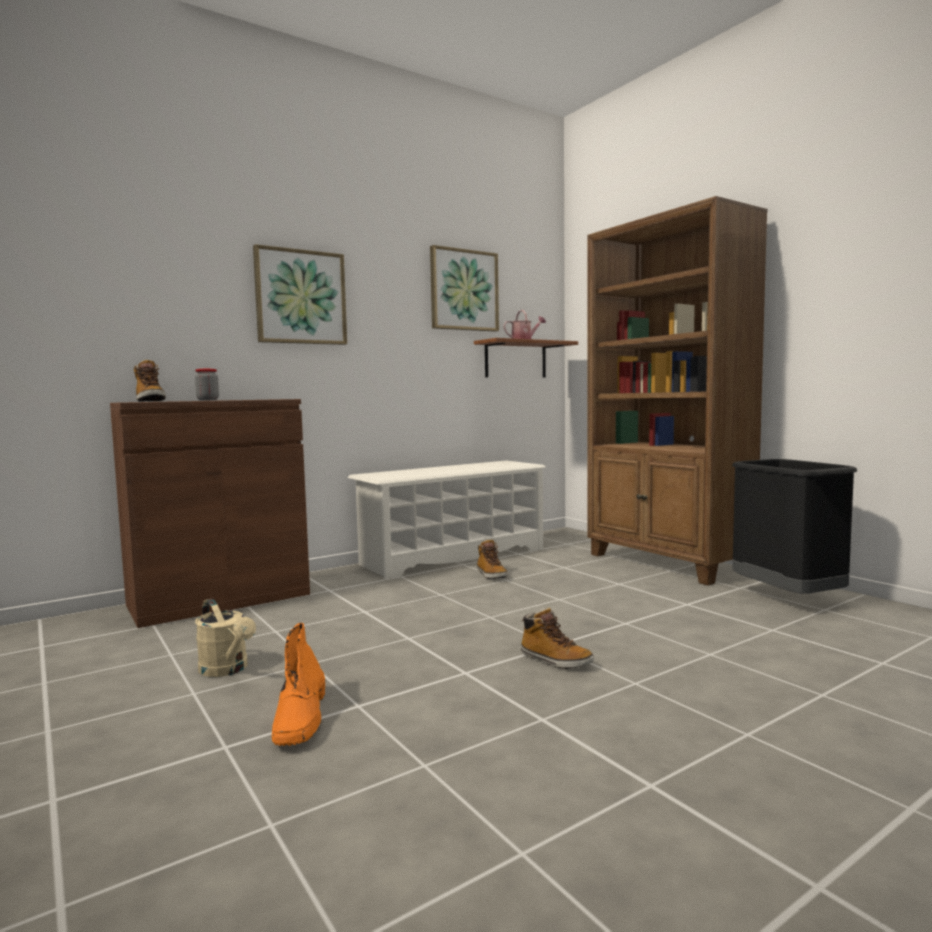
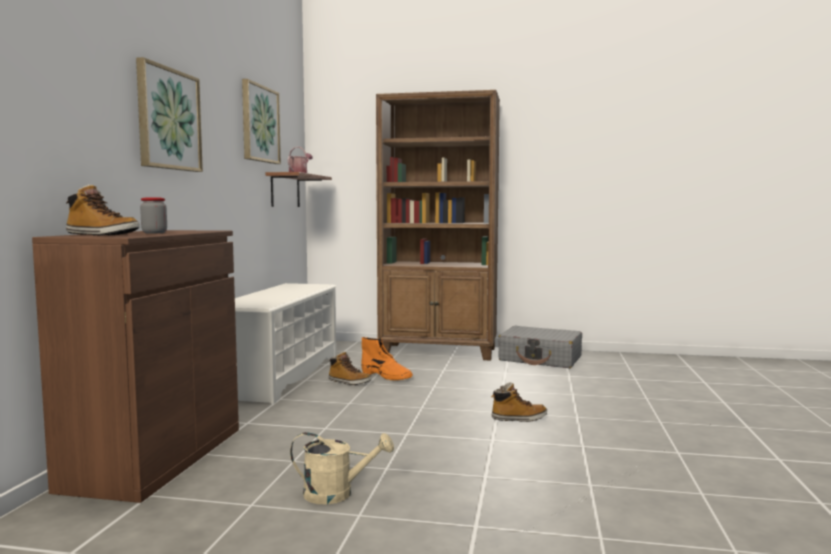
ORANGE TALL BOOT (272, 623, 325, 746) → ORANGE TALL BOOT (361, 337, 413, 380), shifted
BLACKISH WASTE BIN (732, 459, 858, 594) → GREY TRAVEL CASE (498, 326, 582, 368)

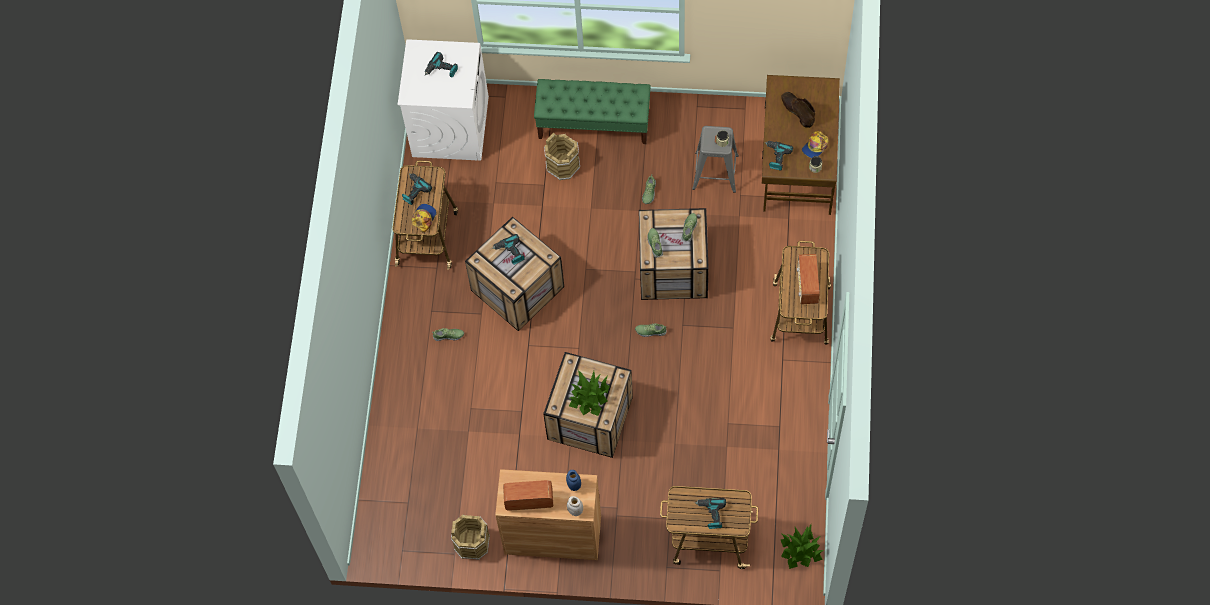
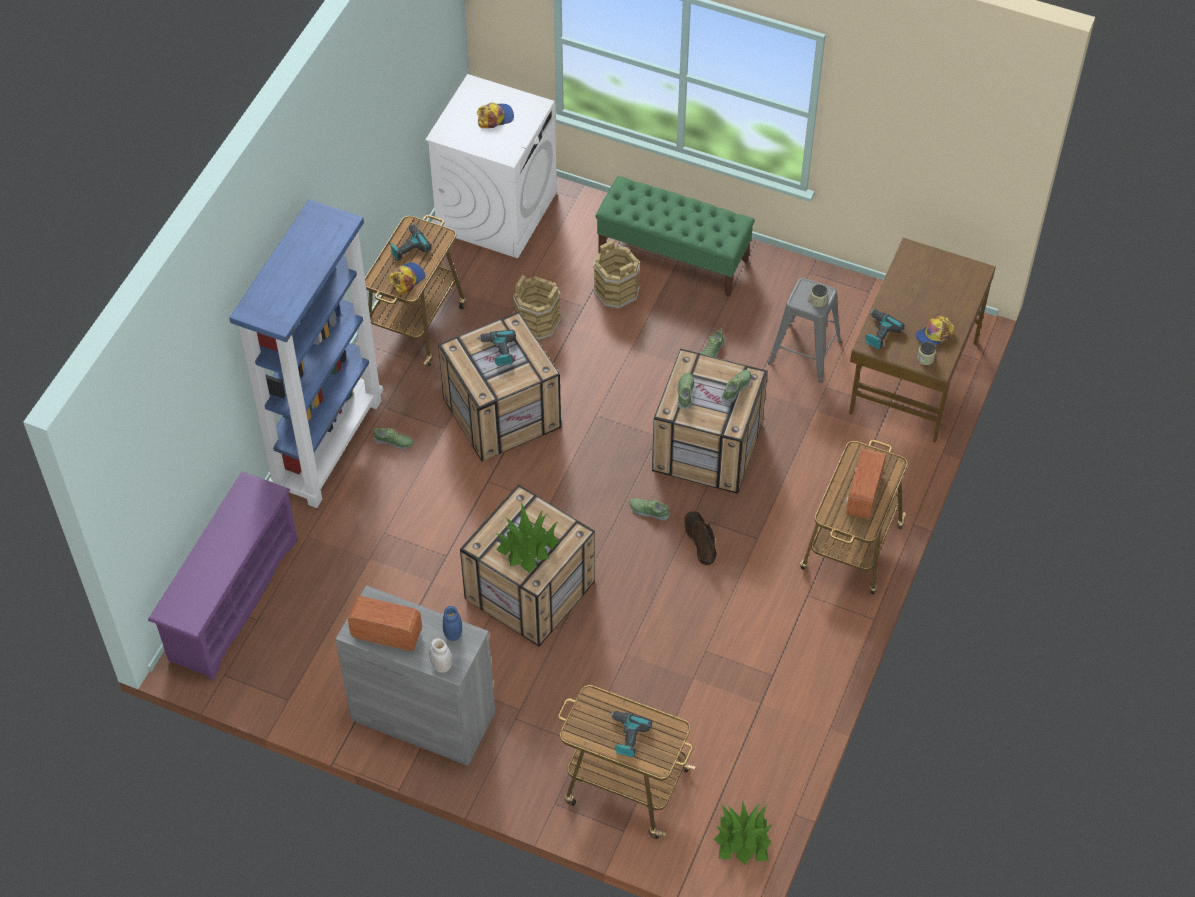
- → PURPLE SHOE SHELF (148, 472, 298, 681)
- → BLUE-COLOURED SHELVING UNIT (229, 200, 383, 508)
BROWN-COLOURED BUCKET (451, 515, 490, 560) → BROWN-COLOURED BUCKET (513, 275, 561, 340), shifted
BROWN-COLOURED TALL BOOT (781, 92, 815, 128) → BROWN-COLOURED TALL BOOT (685, 511, 717, 565), shifted
POWER DRILL (425, 52, 458, 78) → PEAKED CAP (477, 102, 514, 128)
BROWN-COLOURED STORAGE CABINET (495, 469, 601, 560) → GREY STORAGE CABINET (336, 585, 495, 766)

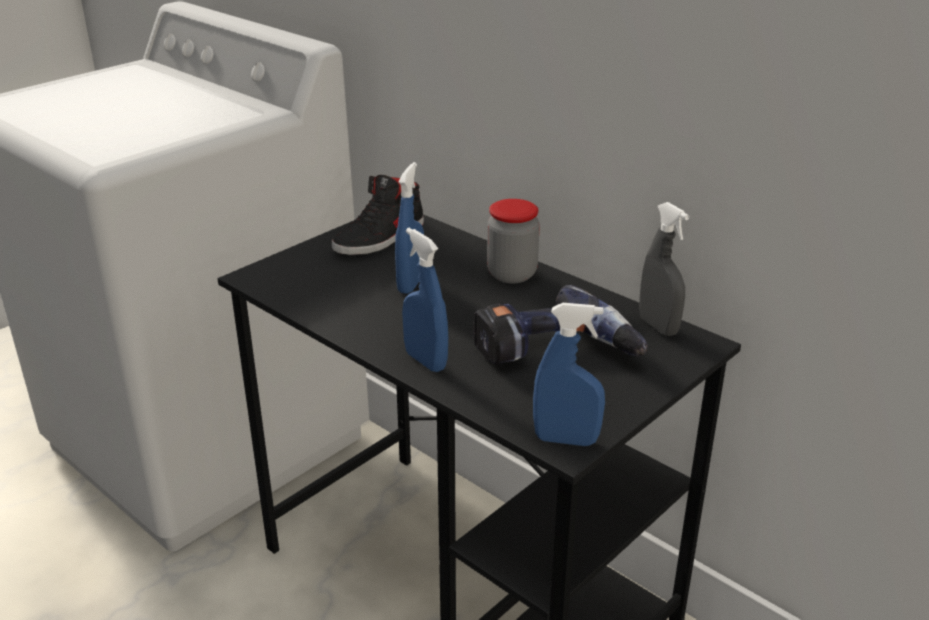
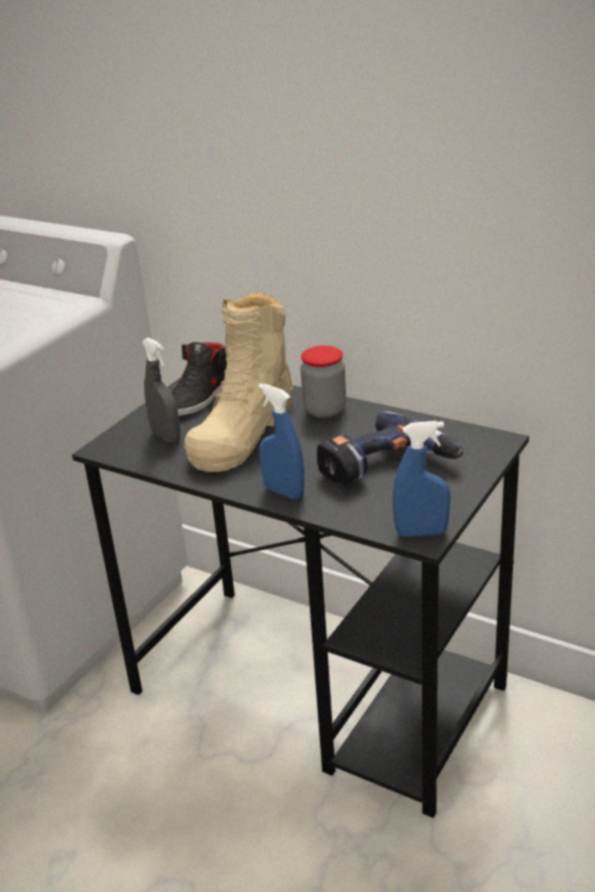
GREY SPRAY BOTTLE (639, 202, 689, 336) → GREY SPRAY BOTTLE (142, 338, 180, 443), shifted
BLUE-COLOURED SPRAY BOTTLE (395, 162, 424, 294) → SAND-COLOURED TALL BOOT (184, 292, 293, 472)

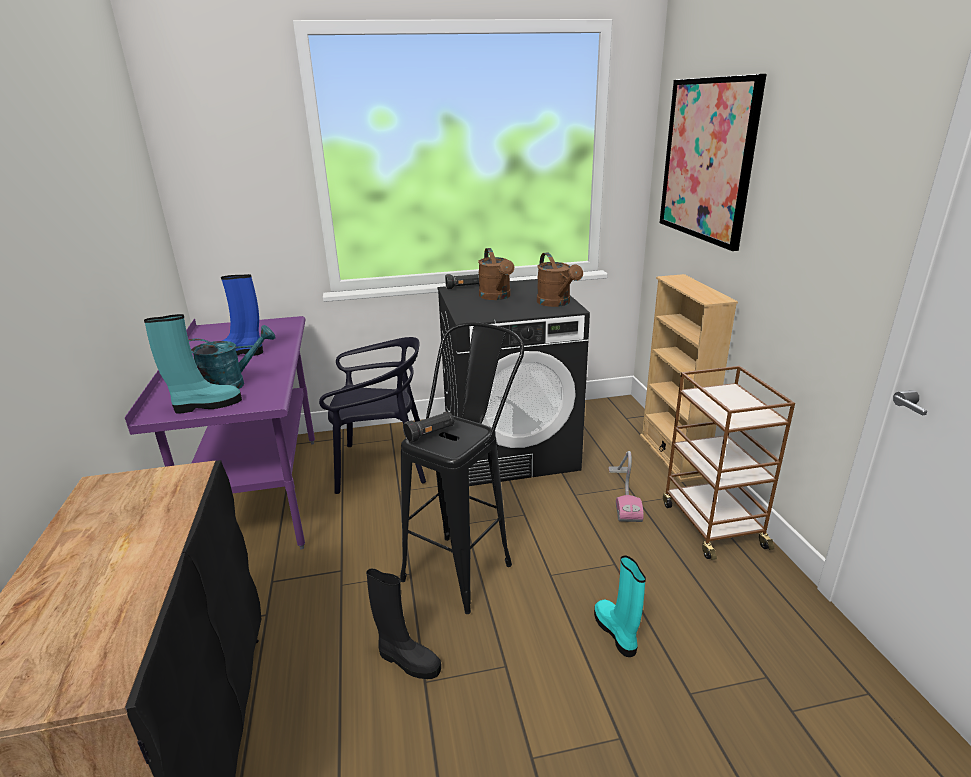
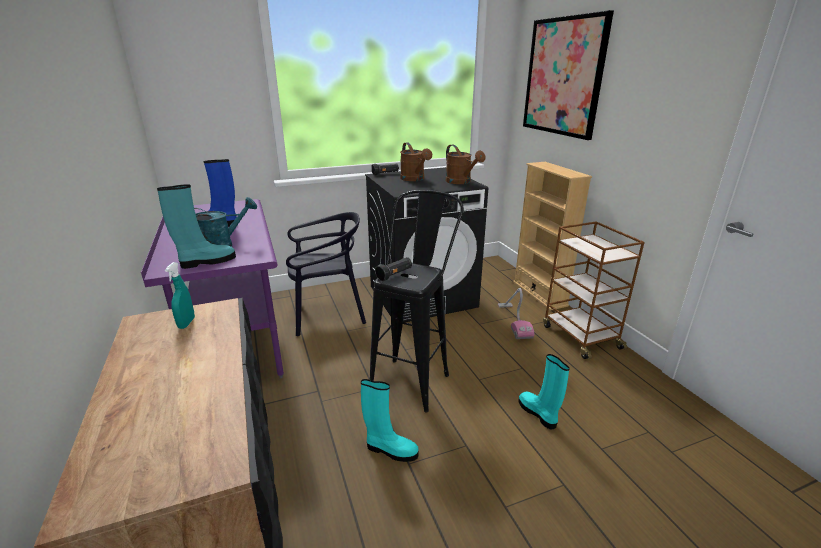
- → TURQUOISE-COLOURED SPRAY BOTTLE (165, 262, 195, 329)
BLACKISH TALL BOOT (366, 569, 441, 679) → TURQUOISE-COLOURED TALL BOOT (361, 379, 419, 462)

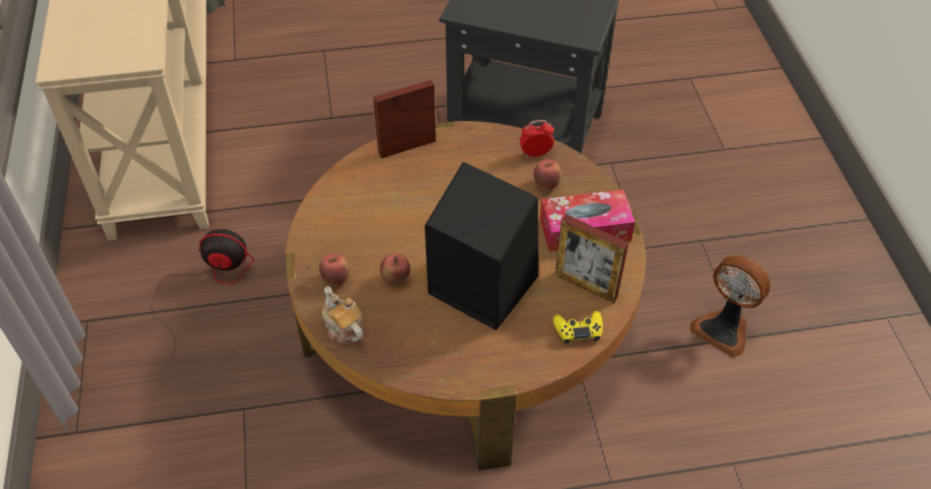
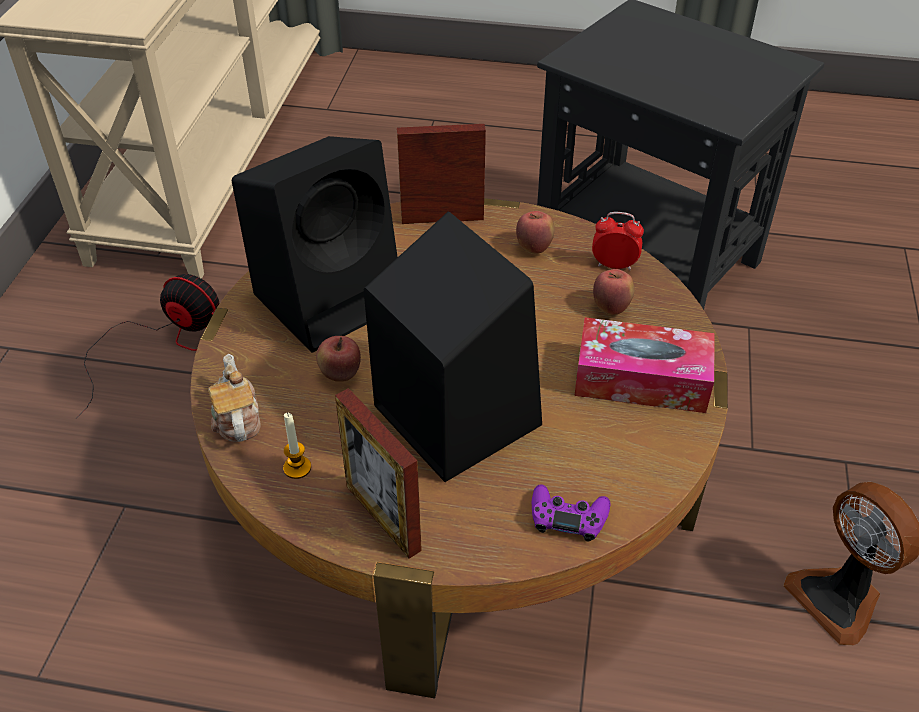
- → BLACKISH SPEAKER (232, 136, 398, 353)
- → WAX LIGHT (283, 413, 311, 479)
WHOLE APPLE (319, 253, 349, 286) → WHOLE APPLE (516, 211, 555, 254), shifted
STANDING FRAME (555, 214, 629, 304) → STANDING FRAME (335, 388, 422, 559), shifted
YELLOW-COLOURED GAME CONTROLLER (553, 311, 603, 344) → PURPLE GAME CONTROLLER (532, 484, 610, 541)

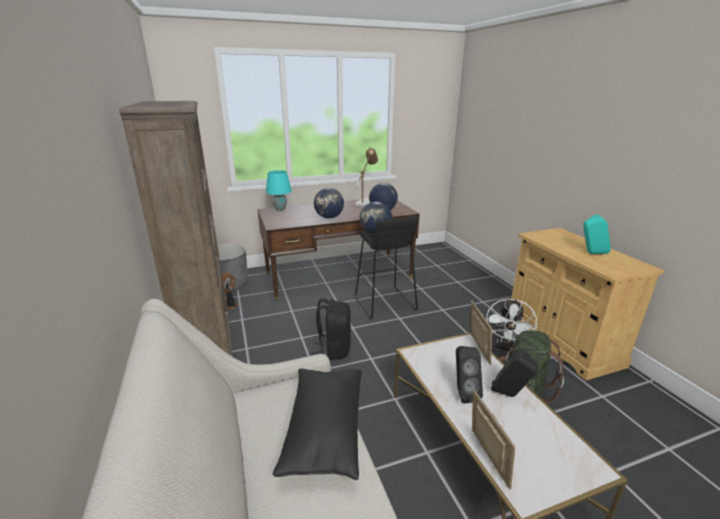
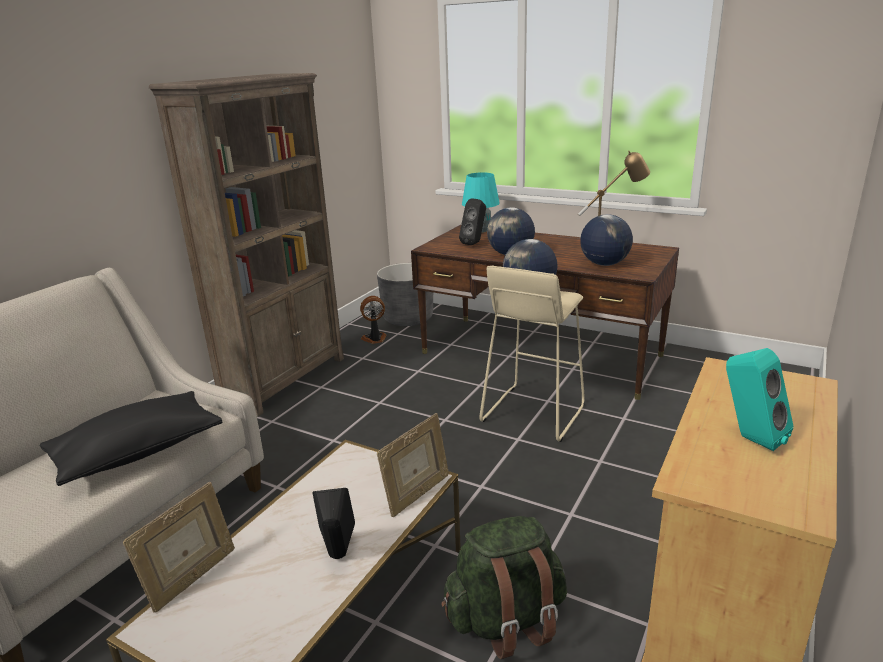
BLACKISH KNAPSACK (311, 298, 351, 360) → -
WHITISH FAN (486, 299, 537, 353) → -
BLACKISH SPEAKER (456, 346, 483, 404) → BLACKISH SPEAKER (459, 199, 486, 245), shifted
BLACKISH SITTING STOOL (355, 216, 419, 319) → SAND-COLOURED SITTING STOOL (479, 265, 585, 442)

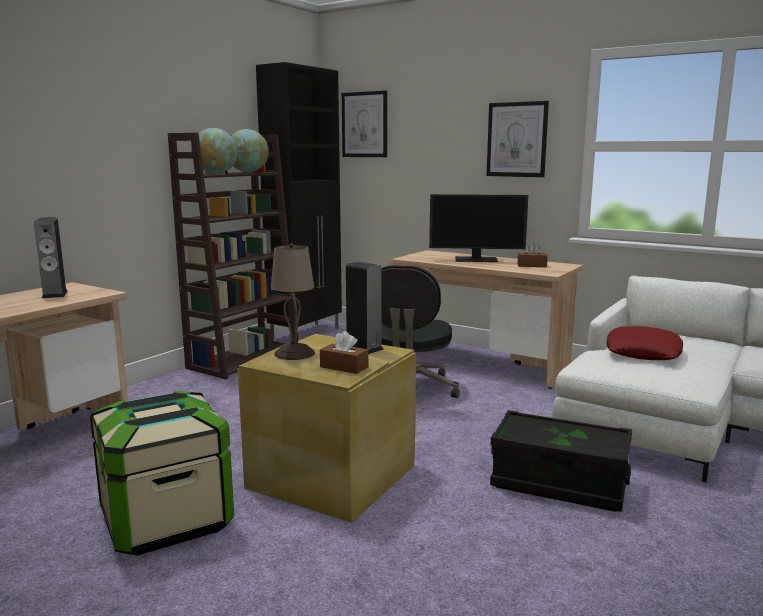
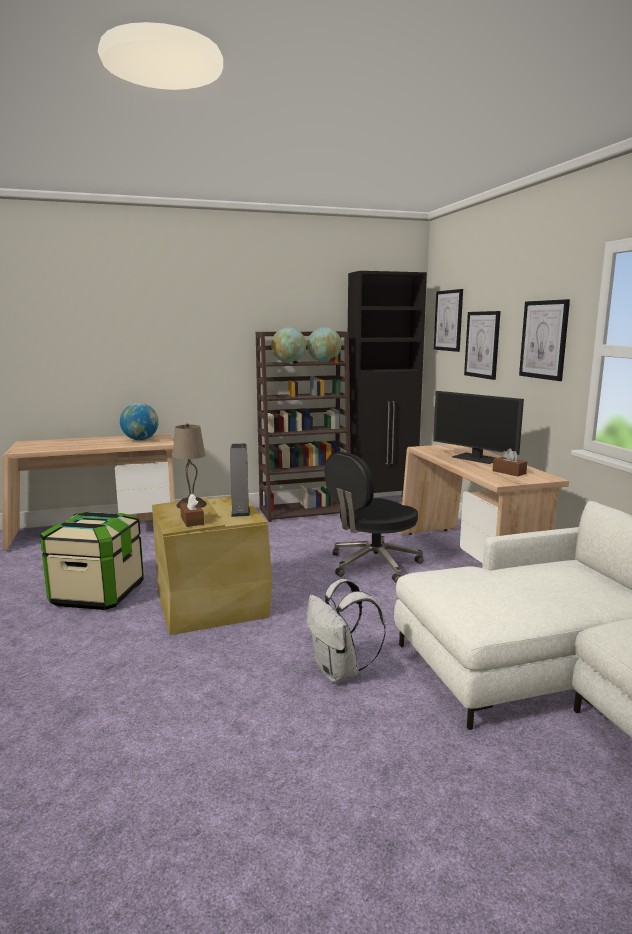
REDDISH CUSHION (607, 326, 683, 360) → -
- → WALL PICTURE (464, 311, 500, 380)
SPEAKER (34, 217, 68, 298) → DESK GLOBE (120, 403, 159, 440)
BLACKISH STORAGE BIN (490, 410, 632, 512) → WHITISH KNAPSACK (307, 579, 386, 683)

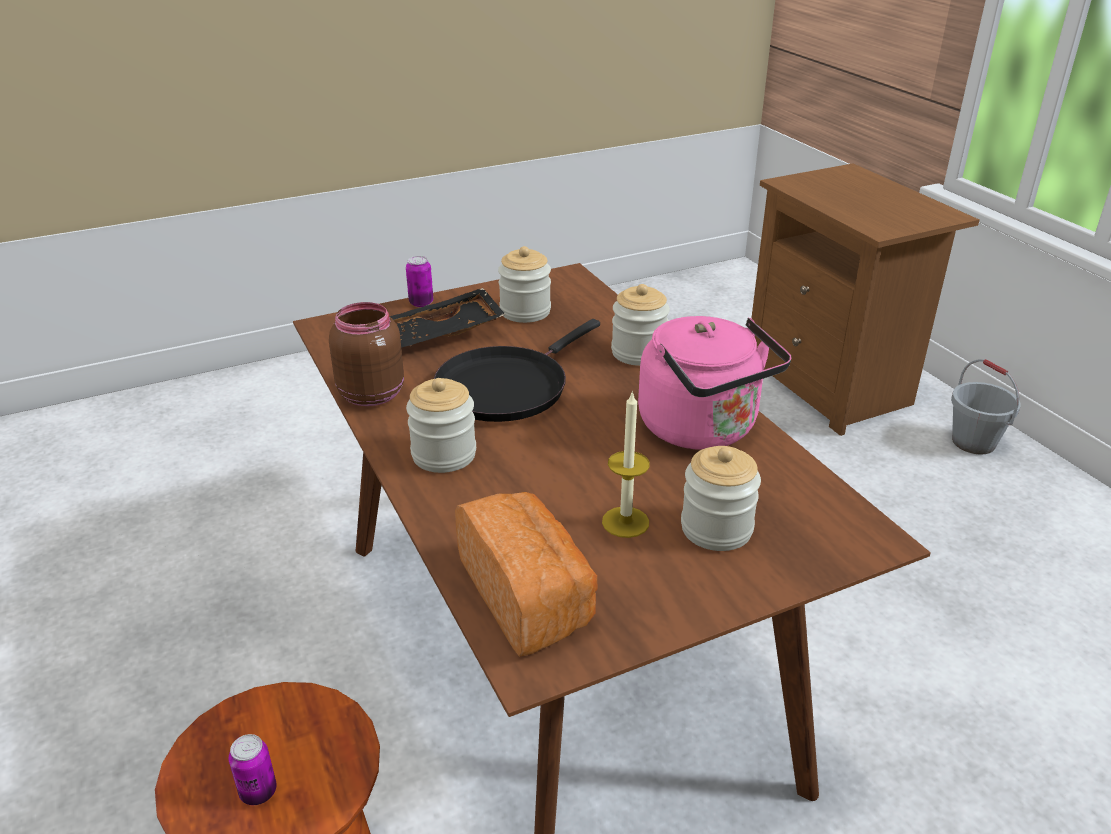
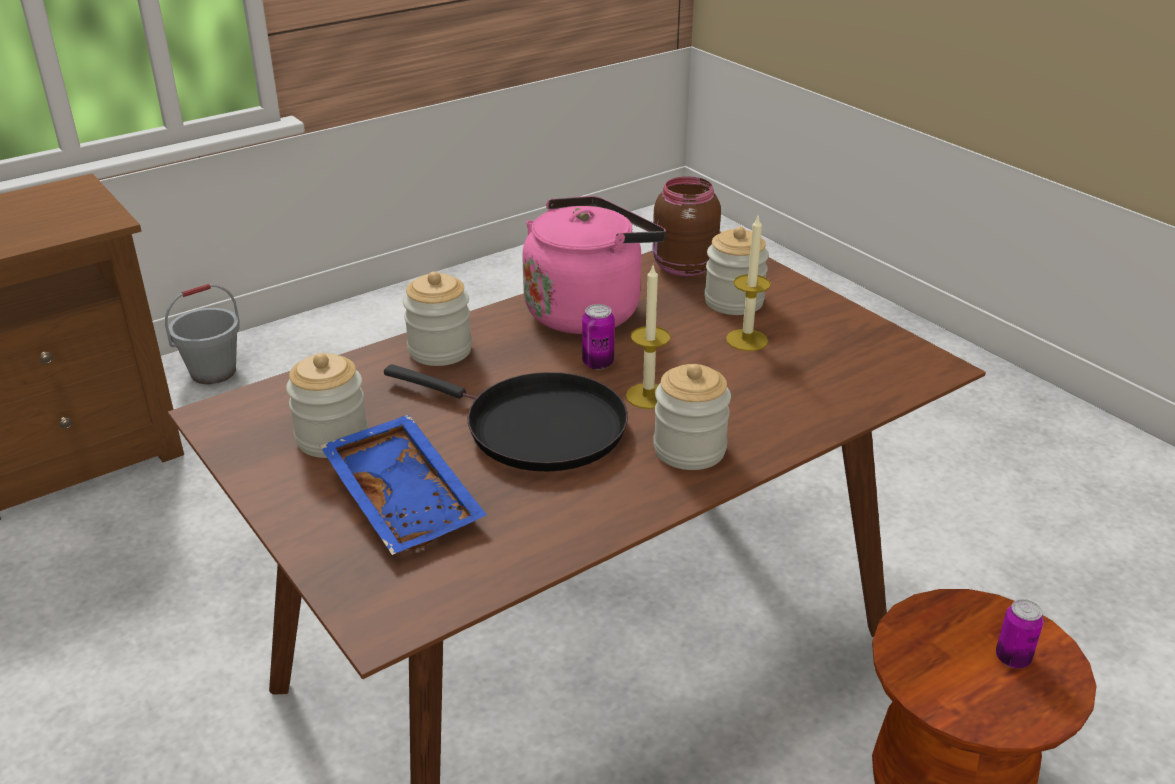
BAKED BREAD (455, 492, 597, 657) → -
- → WAX LIGHT (626, 266, 671, 409)
BROWN-COLOURED STORAGE JAR (329, 302, 404, 406) → BROWN-COLOURED STORAGE JAR (653, 176, 721, 277), shifted
SEALED CAN (406, 256, 433, 307) → SEALED CAN (582, 304, 615, 370), shifted
BLACKISH SERVING TRAY (390, 288, 506, 348) → BLUE-COLOURED SERVING TRAY (320, 415, 487, 555)

